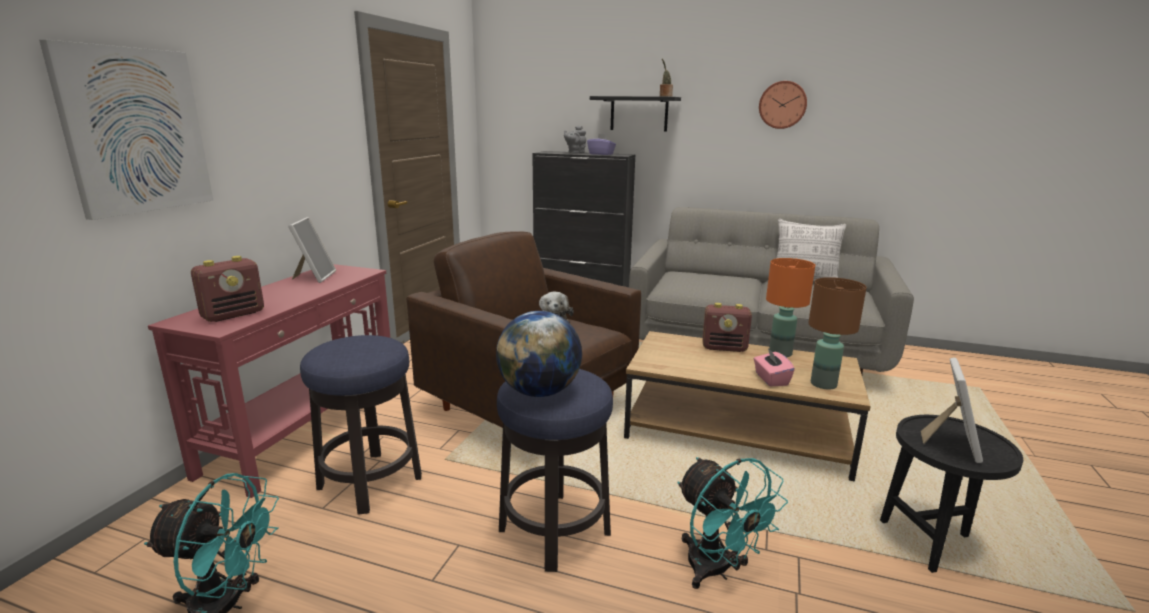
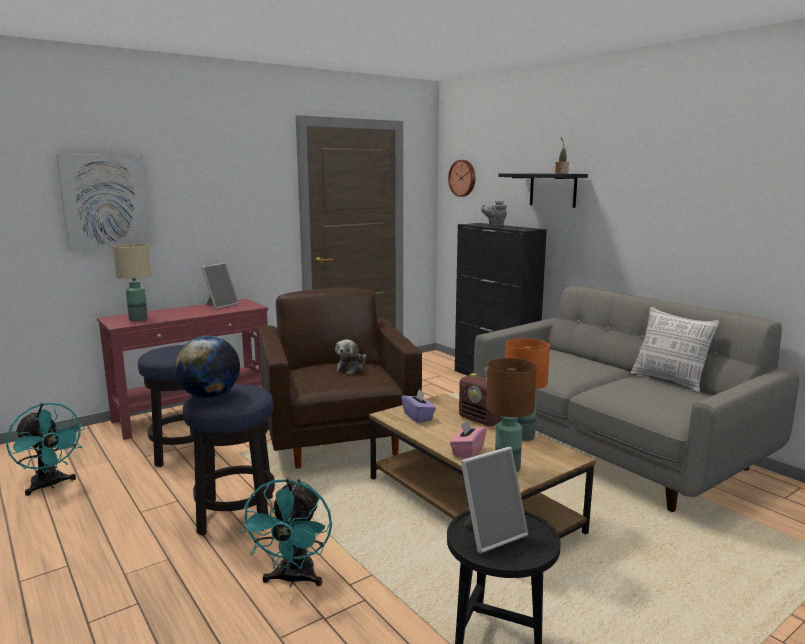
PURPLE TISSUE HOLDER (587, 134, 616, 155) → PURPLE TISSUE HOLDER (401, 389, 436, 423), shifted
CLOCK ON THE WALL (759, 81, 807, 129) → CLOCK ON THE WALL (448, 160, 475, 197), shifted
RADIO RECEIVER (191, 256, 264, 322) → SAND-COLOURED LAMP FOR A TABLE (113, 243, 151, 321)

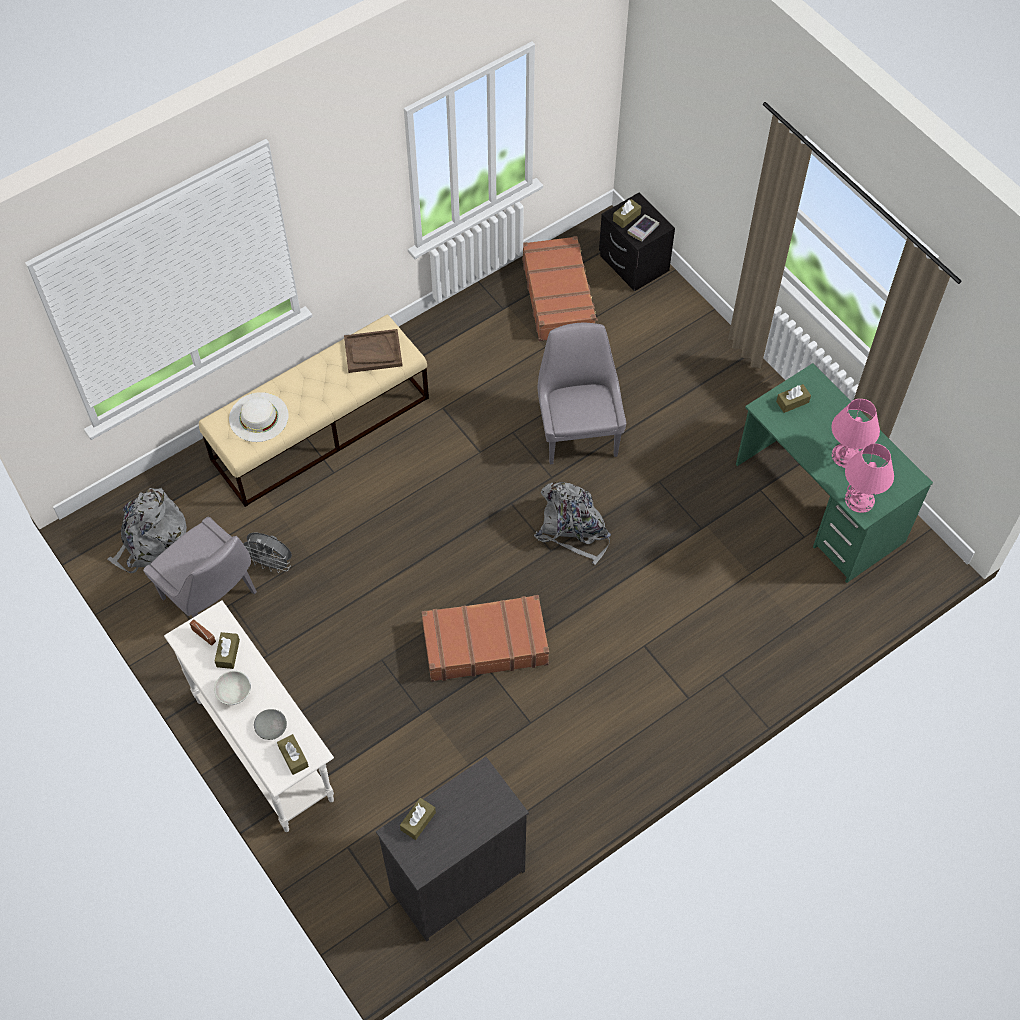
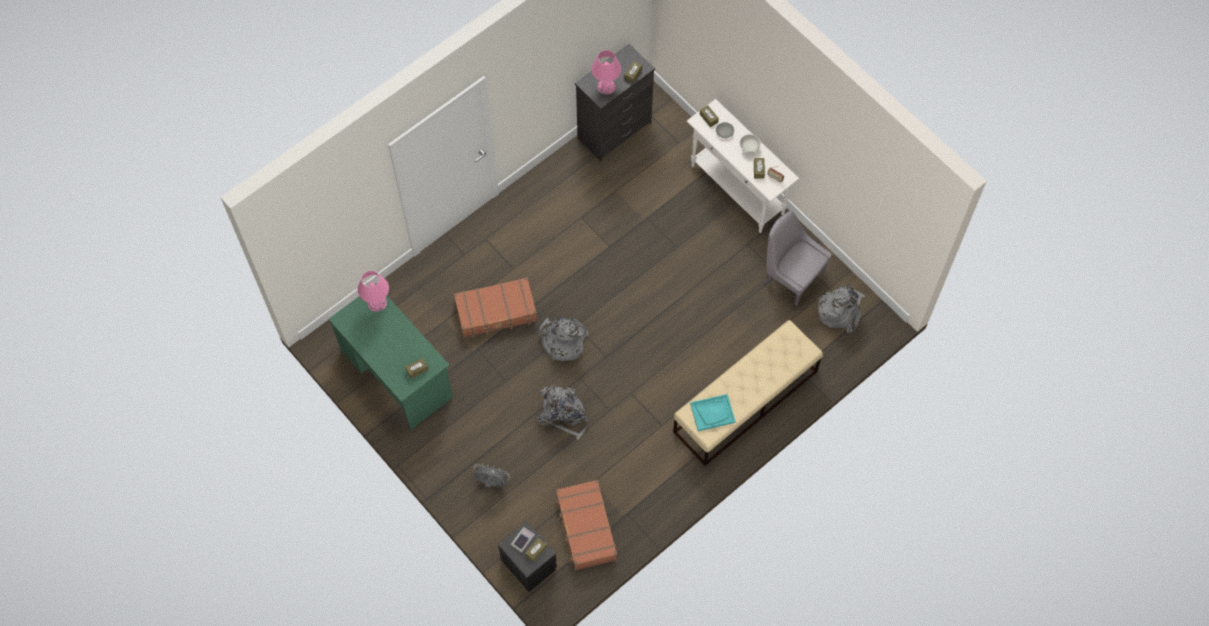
WHITISH HAT (229, 392, 289, 442) → -
GREY FAN (243, 533, 292, 573) → GREY FAN (473, 464, 510, 488), shifted
BROWN-COLOURED TRAVEL CASE (422, 595, 549, 682) → BROWN-COLOURED TRAVEL CASE (454, 277, 537, 338), shifted
PINKISH LAMP FOR A TABLE (831, 399, 880, 468) → PINKISH LAMP FOR A TABLE (591, 50, 622, 94), shifted
GREY CHAIR (538, 323, 626, 464) → GREY KNAPSACK (536, 385, 589, 440)
BROWN-COLOURED SERVING TRAY (344, 329, 403, 373) → TURQUOISE-COLOURED SERVING TRAY (690, 394, 736, 431)

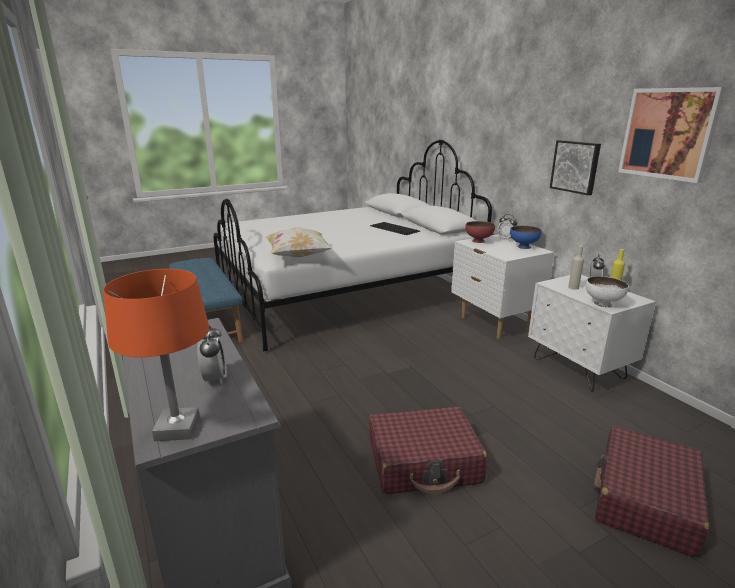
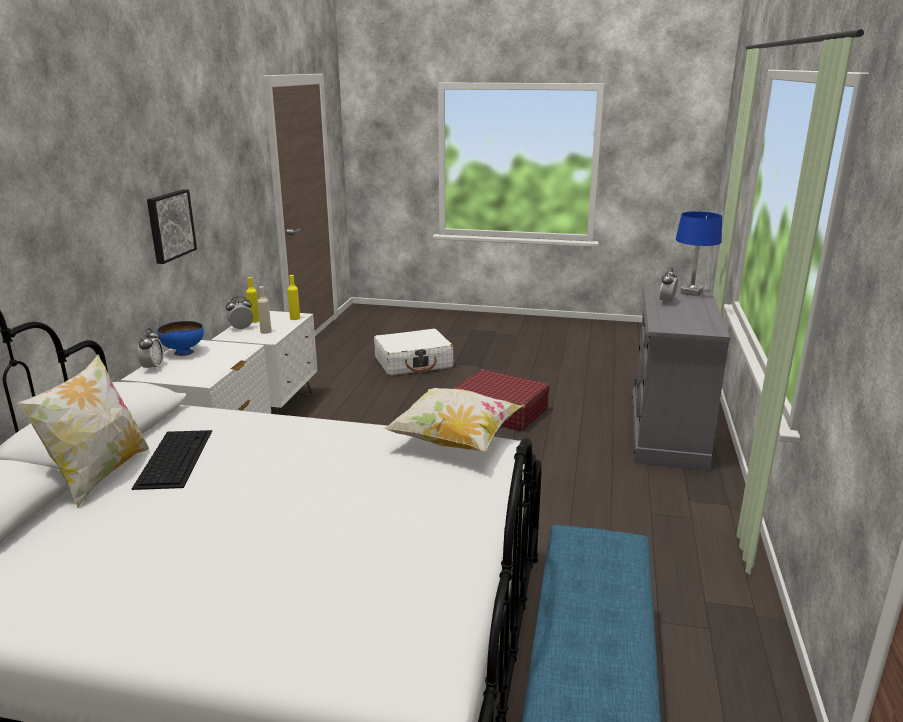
REDDISH DEEP DISH (465, 221, 495, 243) → -
WALL PICTURE (618, 87, 725, 183) → -
- → CUSHION (17, 354, 149, 508)
WHITISH DEEP DISH (585, 276, 629, 308) → YELLOW-COLOURED DRINK BOTTLE (287, 275, 300, 320)
ORANGE LAMP FOR A TABLE (103, 269, 209, 441) → BLUE-COLOURED LAMP FOR A TABLE (676, 211, 722, 297)
REDDISH TRAVEL CASE (594, 426, 710, 558) → WHITISH TRAVEL CASE (374, 329, 453, 376)

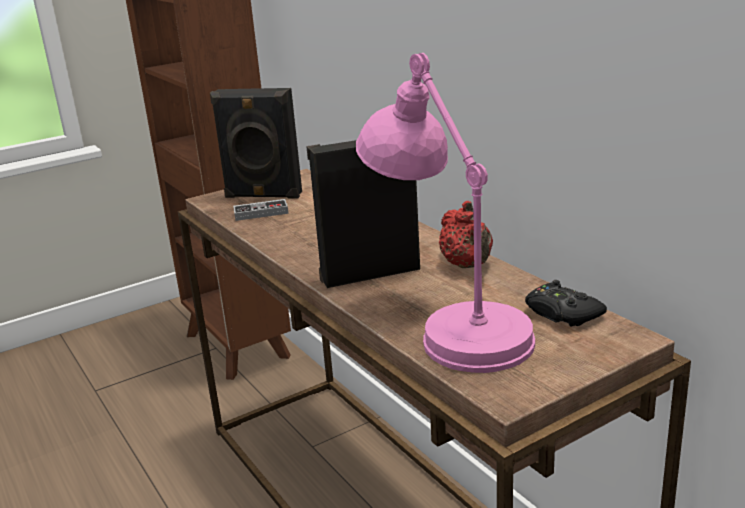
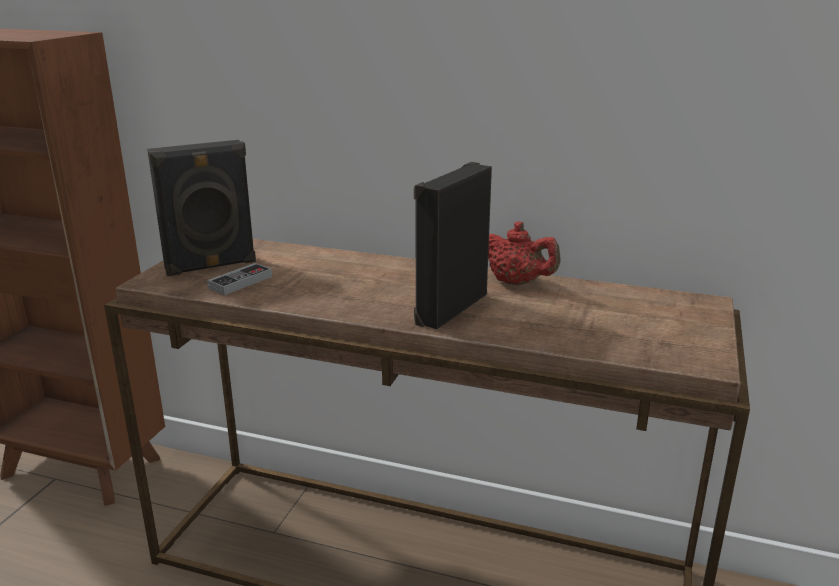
PINKISH LAMP FOR A TABLE (356, 53, 535, 373) → -
BLACKISH GAME CONTROLLER (525, 280, 607, 327) → -

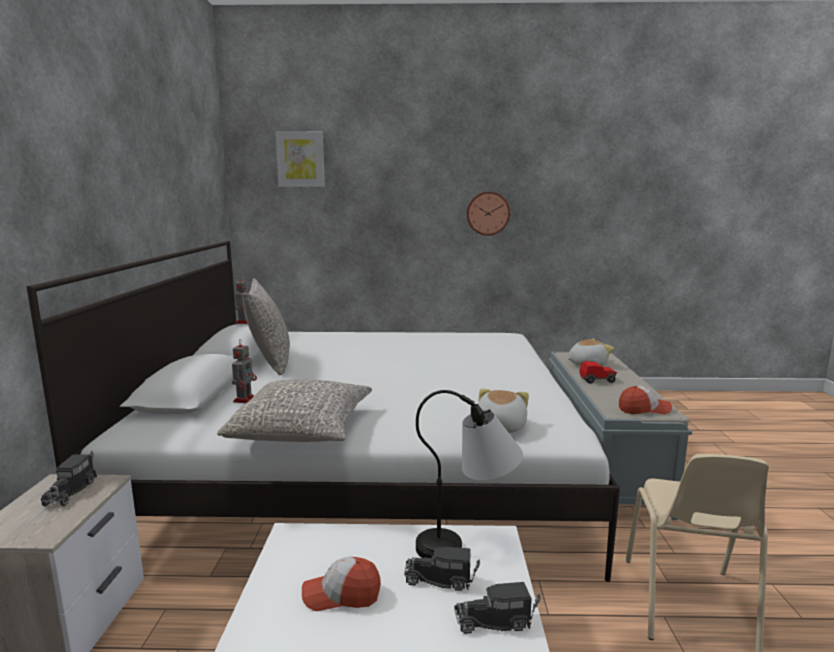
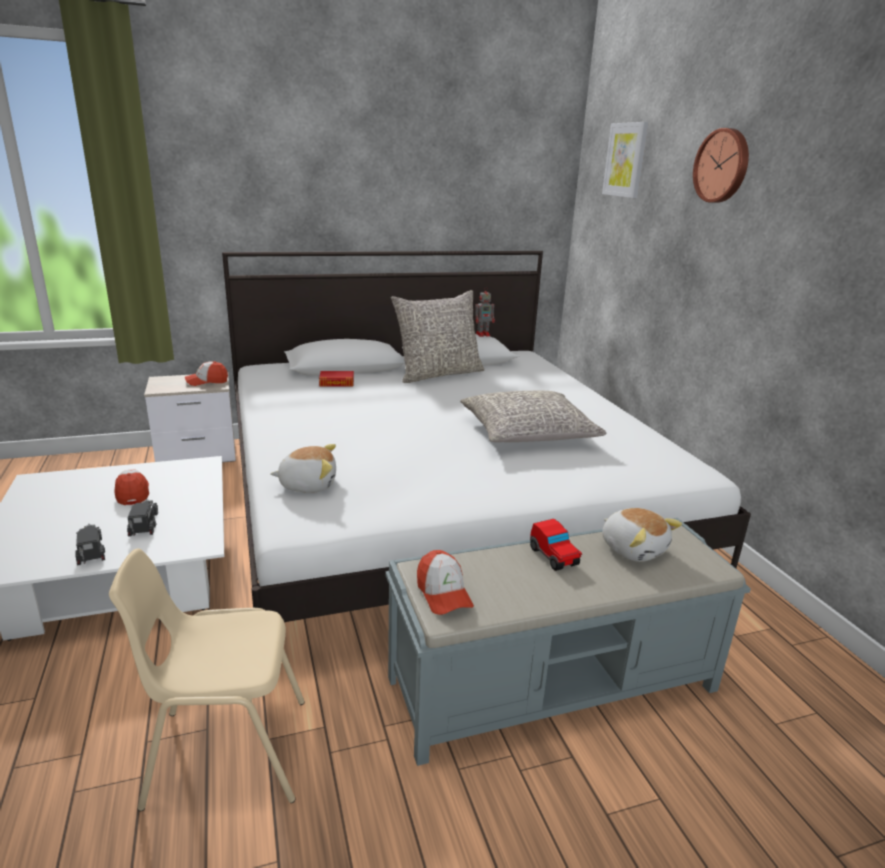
LAMP FOR A TABLE (416, 390, 523, 558) → -
GREY CUSHION (217, 380, 372, 442) → GREY CUSHION (460, 391, 606, 442), shifted
CLOCK ON THE WALL (466, 191, 510, 236) → CLOCK ON THE WALL (693, 128, 749, 203), shifted
TOY LORRY (41, 451, 97, 507) → PEAKED CAP (185, 361, 228, 386)
TOY ROBOT (232, 339, 257, 404) → BOOK (319, 371, 354, 387)

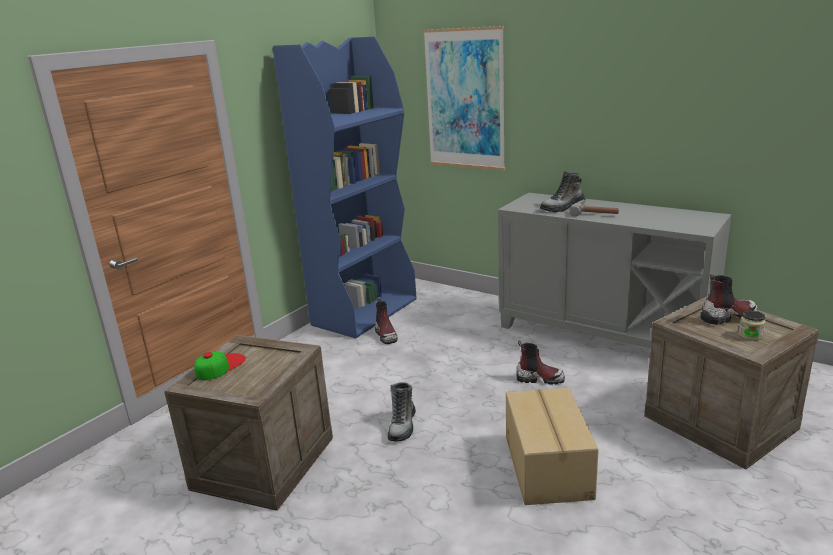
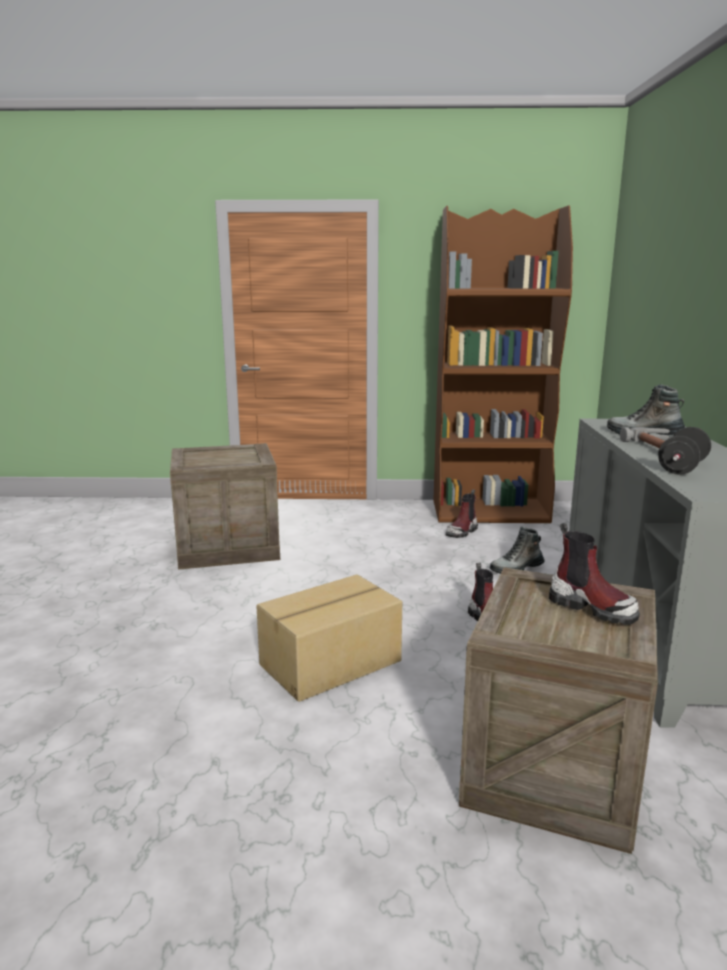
PEAKED CAP (194, 351, 246, 380) → -
WALL PICTURE (423, 26, 505, 170) → -
STORAGE JAR (739, 311, 766, 341) → -
- → BLACKISH HAND WEIGHT (658, 427, 711, 475)
TALL BOOT (388, 382, 416, 442) → TALL BOOT (490, 527, 545, 574), shifted
BLUE-COLOURED SHELVING UNIT (273, 37, 417, 338) → BROWN-COLOURED SHELVING UNIT (433, 205, 573, 523)

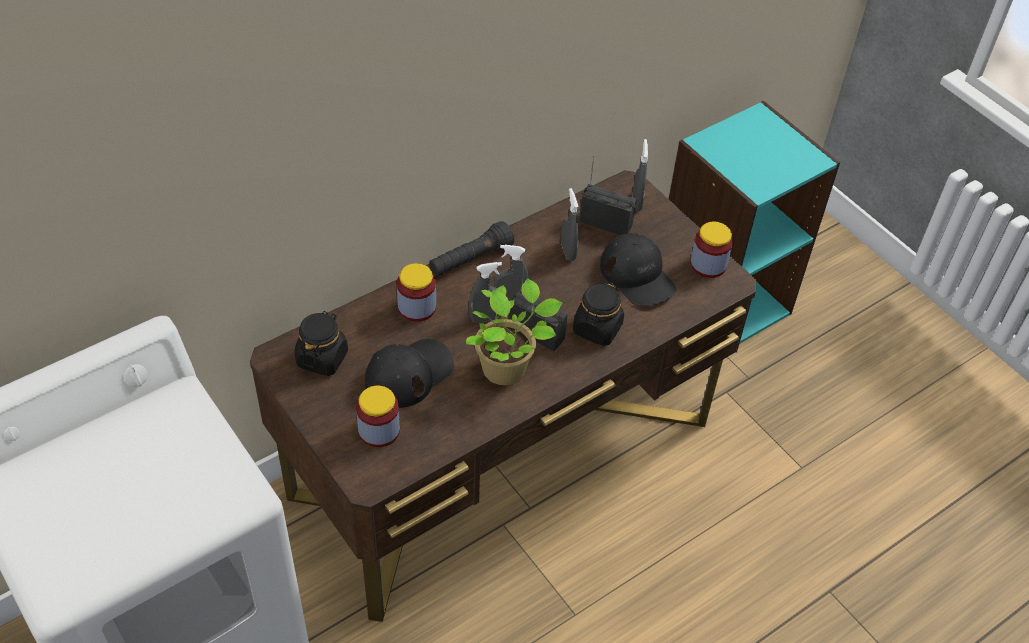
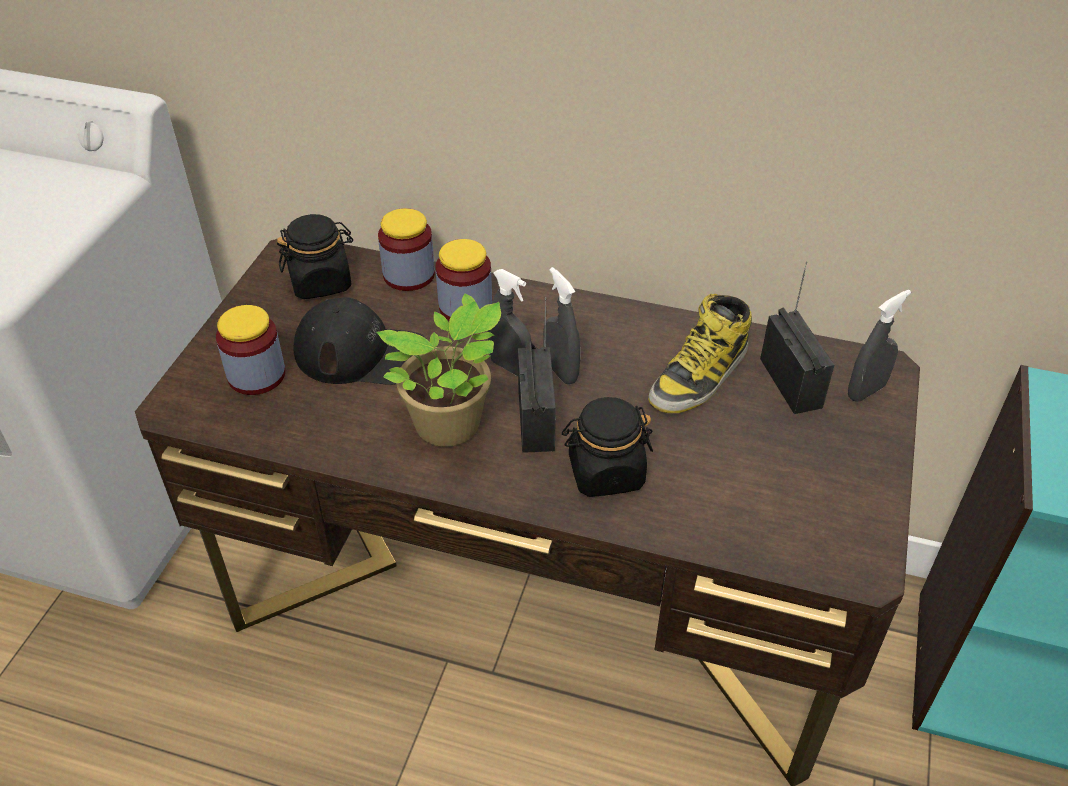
BLACKISH HAND TORCH (429, 221, 514, 276) → -
BLACKISH PEAKED CAP (600, 233, 677, 307) → -
STORAGE JAR (690, 222, 733, 278) → STORAGE JAR (378, 208, 435, 291), shifted
GREY SPRAY BOTTLE (561, 188, 579, 261) → TALL BOOT (648, 294, 752, 413)

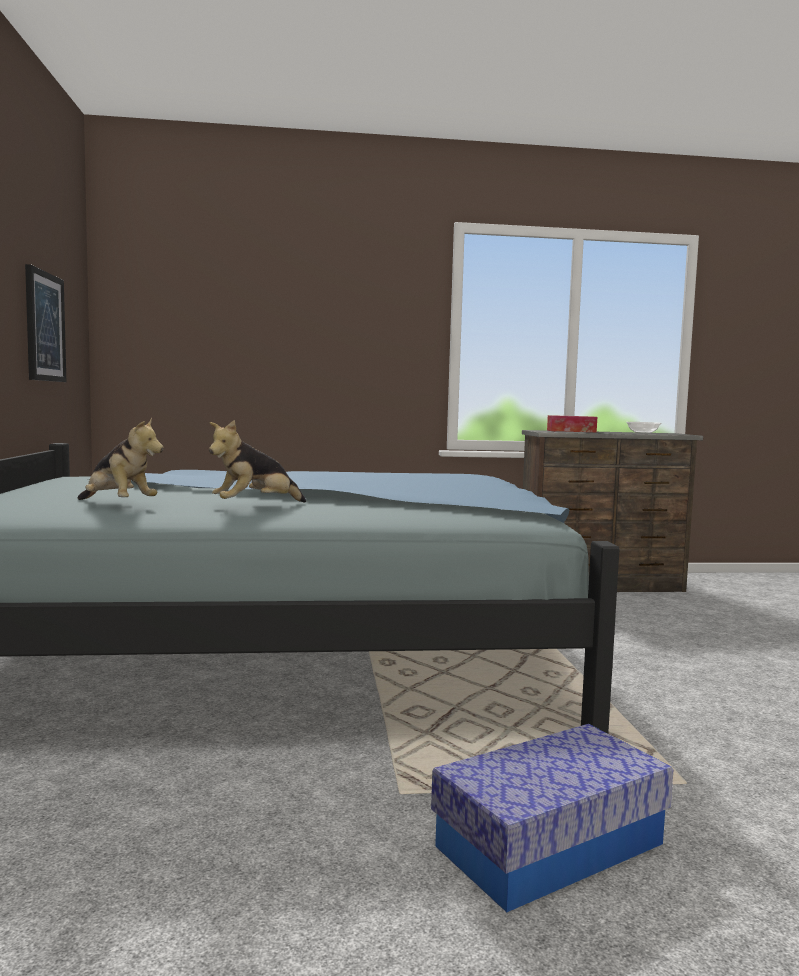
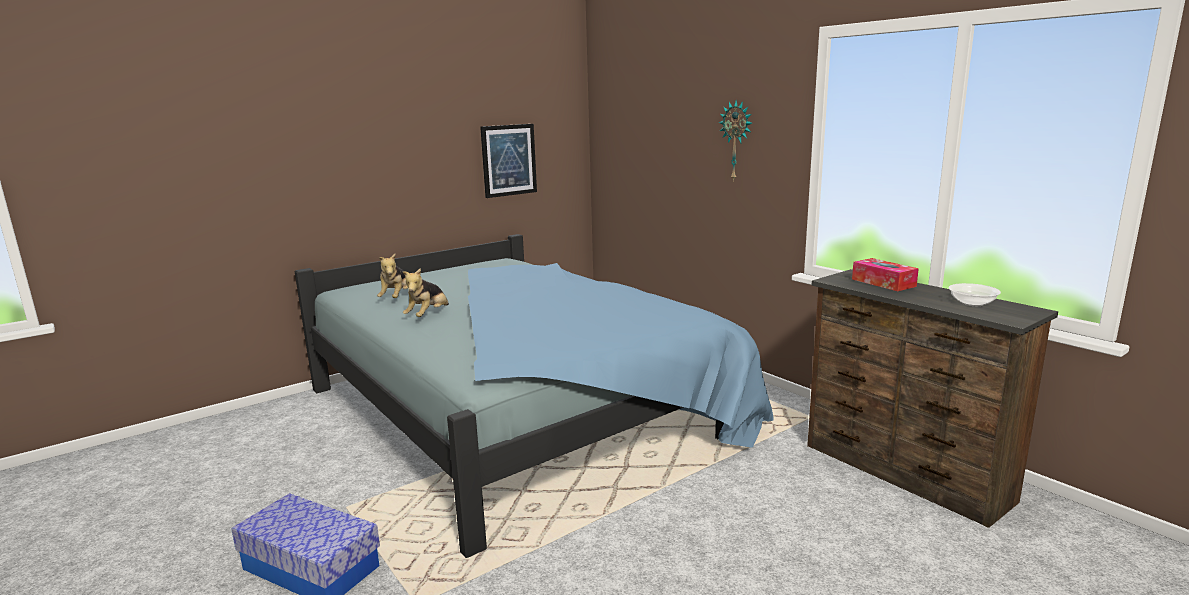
- → CLOCK ON THE WALL (719, 100, 752, 182)
SOFT TOY (209, 420, 306, 503) → SOFT TOY (403, 268, 449, 317), 90 degrees counterclockwise

